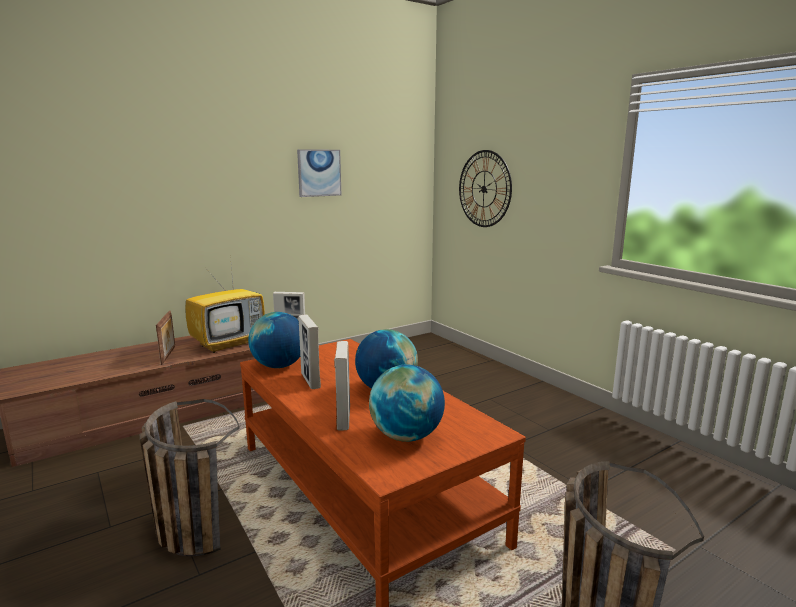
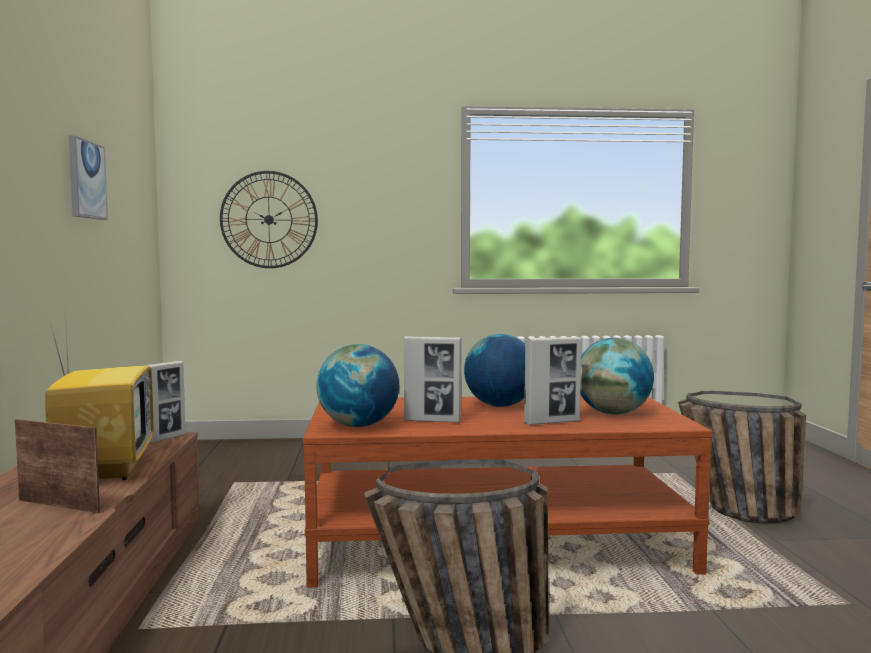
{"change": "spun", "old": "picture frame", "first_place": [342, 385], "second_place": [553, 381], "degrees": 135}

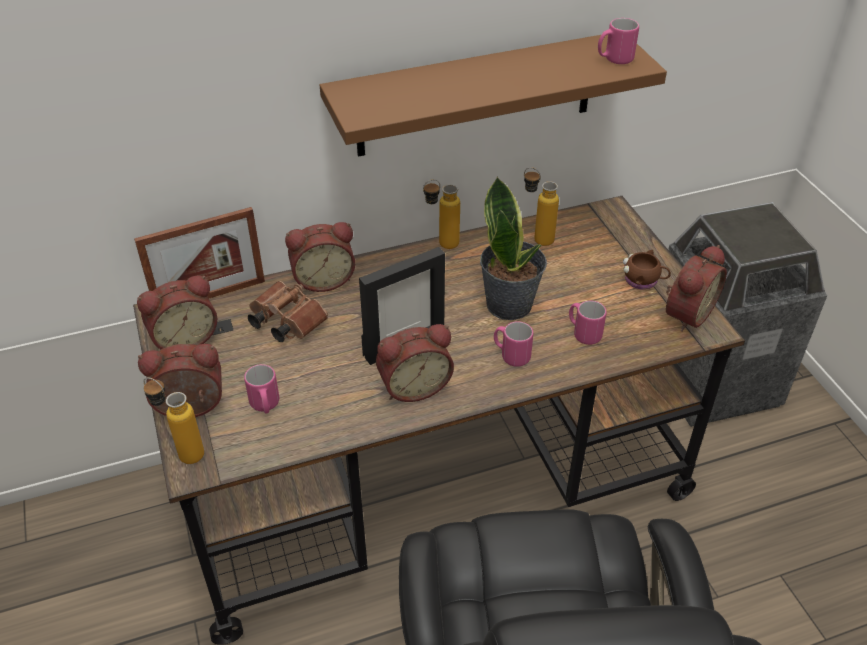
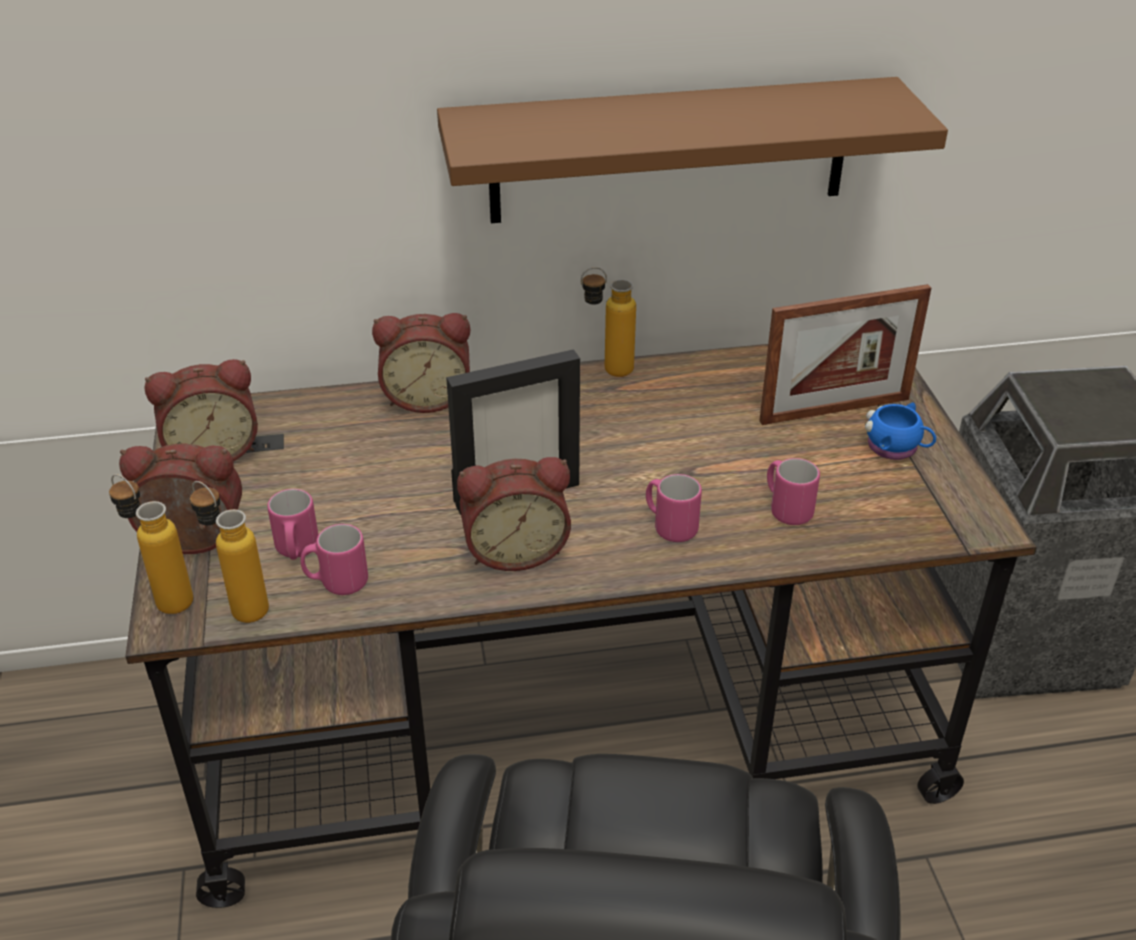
{"change": "missing", "old": "binoculars/brown-coloured", "first_place": [288, 311]}
{"change": "missing", "old": "plant in a pot", "first_place": [513, 248]}
{"change": "missing", "old": "table clock", "first_place": [696, 288]}
{"change": "relocated", "old": "picture frame", "first_place": [199, 252], "second_place": [845, 354]}
{"change": "relocated", "old": "drink bottle", "first_place": [541, 206], "second_place": [229, 552]}
{"change": "relocated", "old": "mug/pink", "first_place": [618, 41], "second_place": [334, 559]}
{"change": "colour", "old": "mug/brown-coloured", "new": "mug/bluish", "first_place": [647, 270], "second_place": [900, 431]}

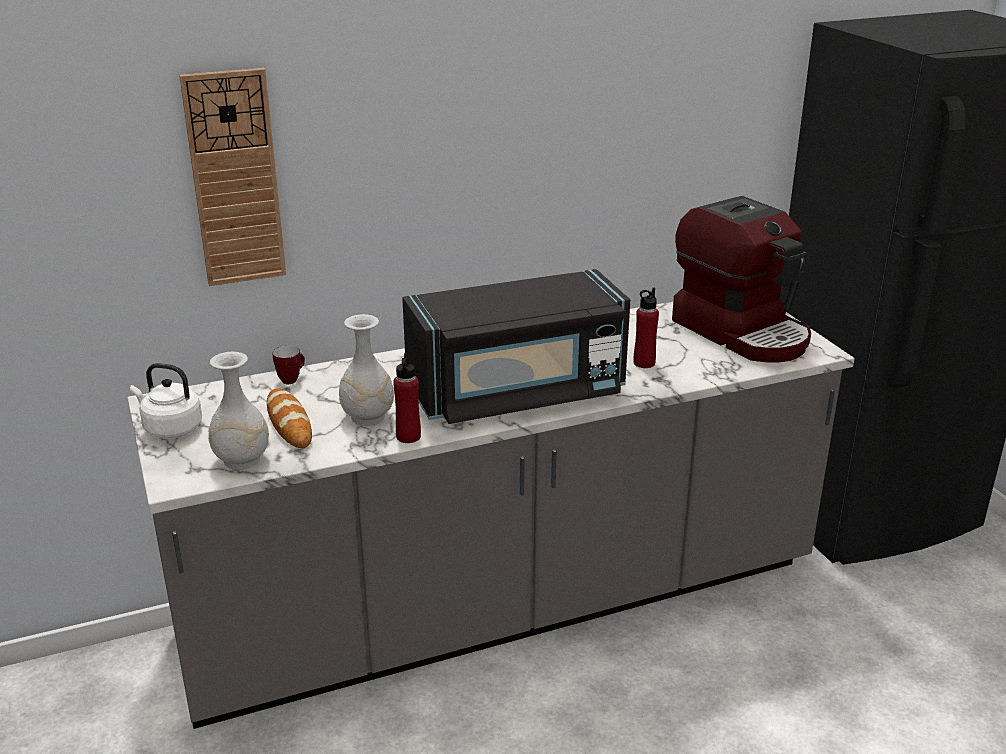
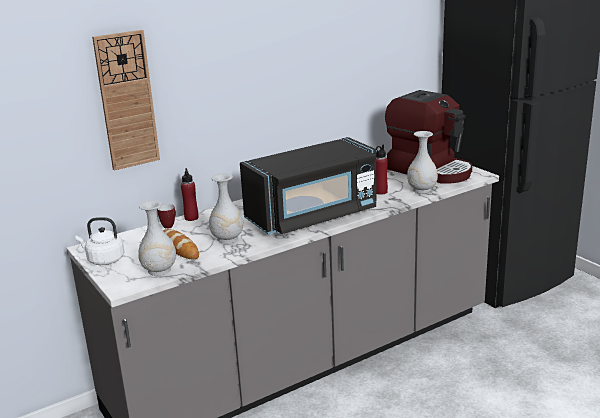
{"change": "appeared", "new": "decorative vase/white-coloured", "second_place": [422, 162]}
{"change": "relocated", "old": "drink bottle/red", "first_place": [407, 398], "second_place": [190, 194]}

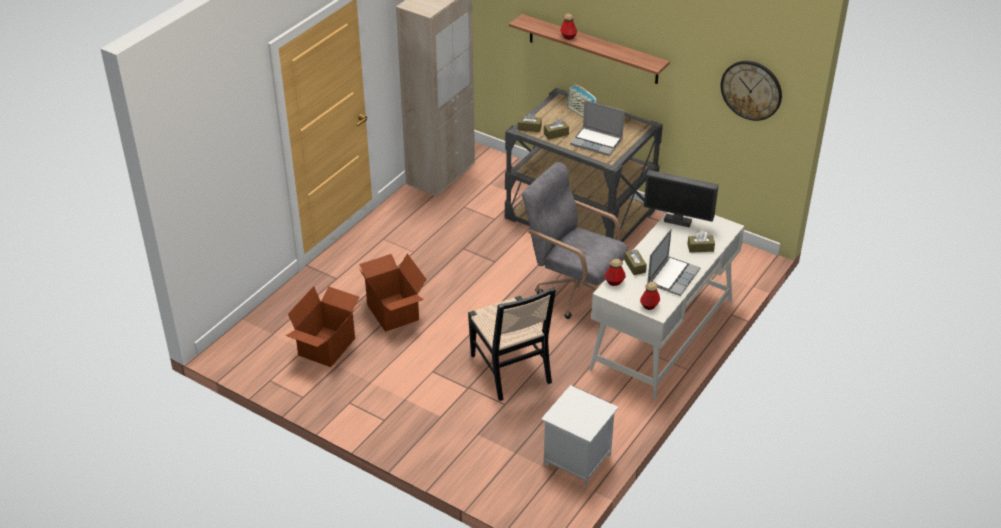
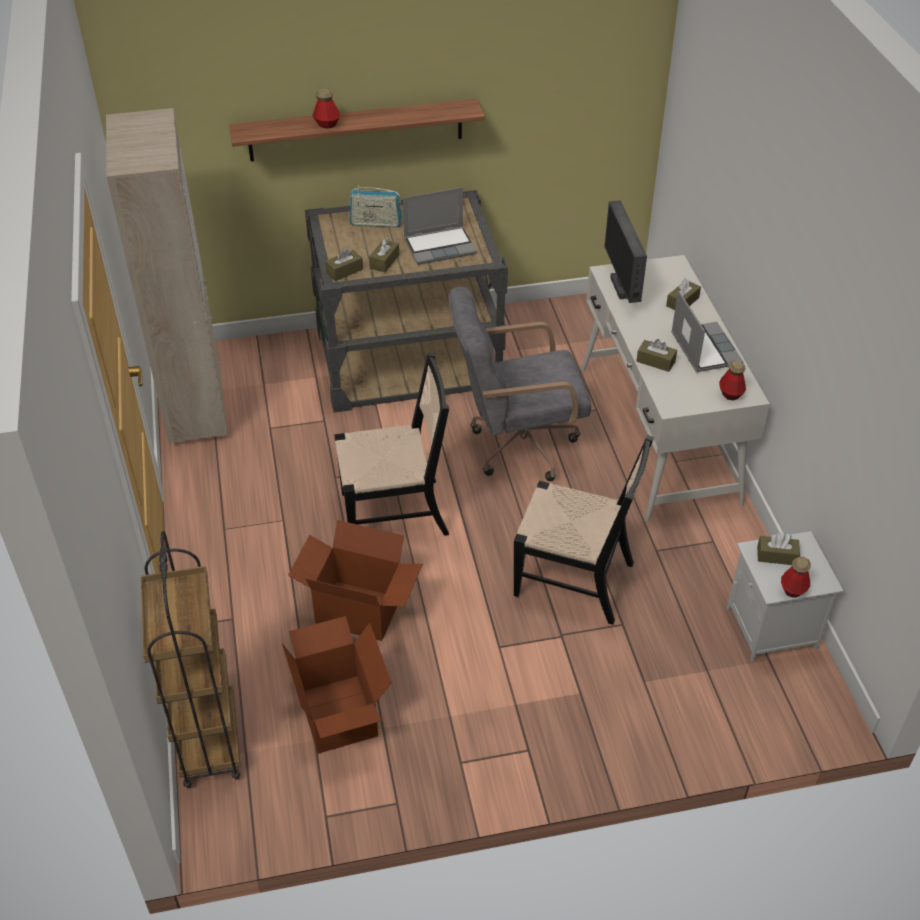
{"change": "missing", "old": "wall clock", "first_place": [751, 91]}
{"change": "appeared", "new": "wheeled cart/brown-coloured", "second_place": [191, 659]}
{"change": "appeared", "new": "plain chair", "second_place": [391, 444]}
{"change": "appeared", "new": "tissue holder/brown-coloured", "second_place": [778, 549]}
{"change": "relocated", "old": "drink bottle", "first_place": [615, 272], "second_place": [796, 577]}
{"change": "spun", "old": "monitor", "first_place": [681, 198], "second_place": [625, 251], "degrees": 105}

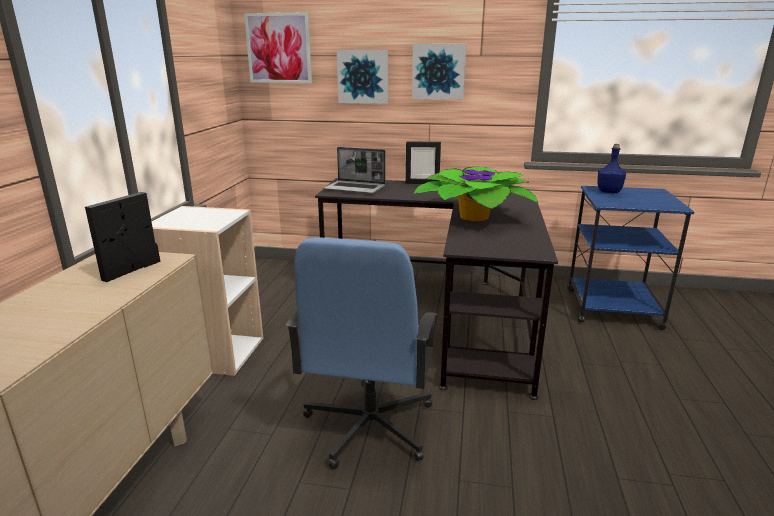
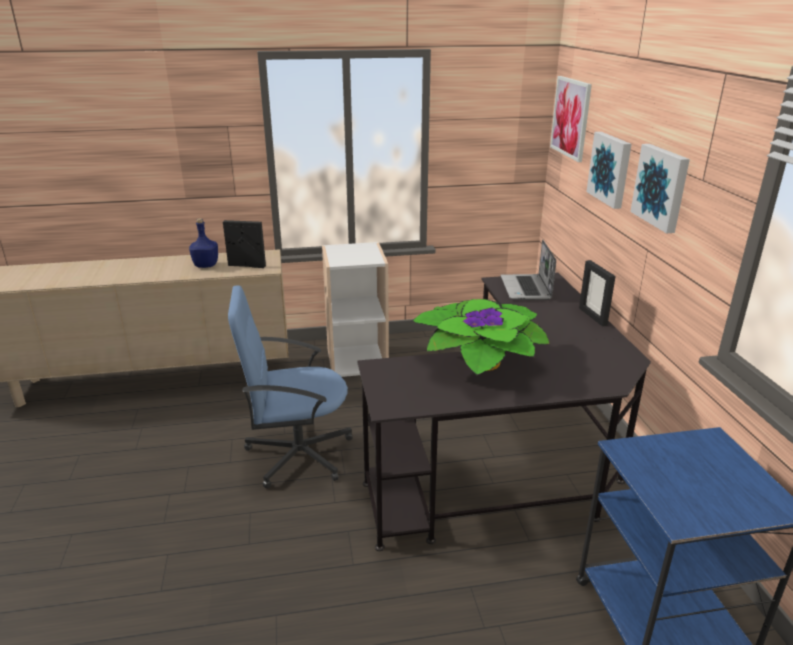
{"change": "relocated", "old": "drink bottle/bluish", "first_place": [612, 168], "second_place": [203, 243]}

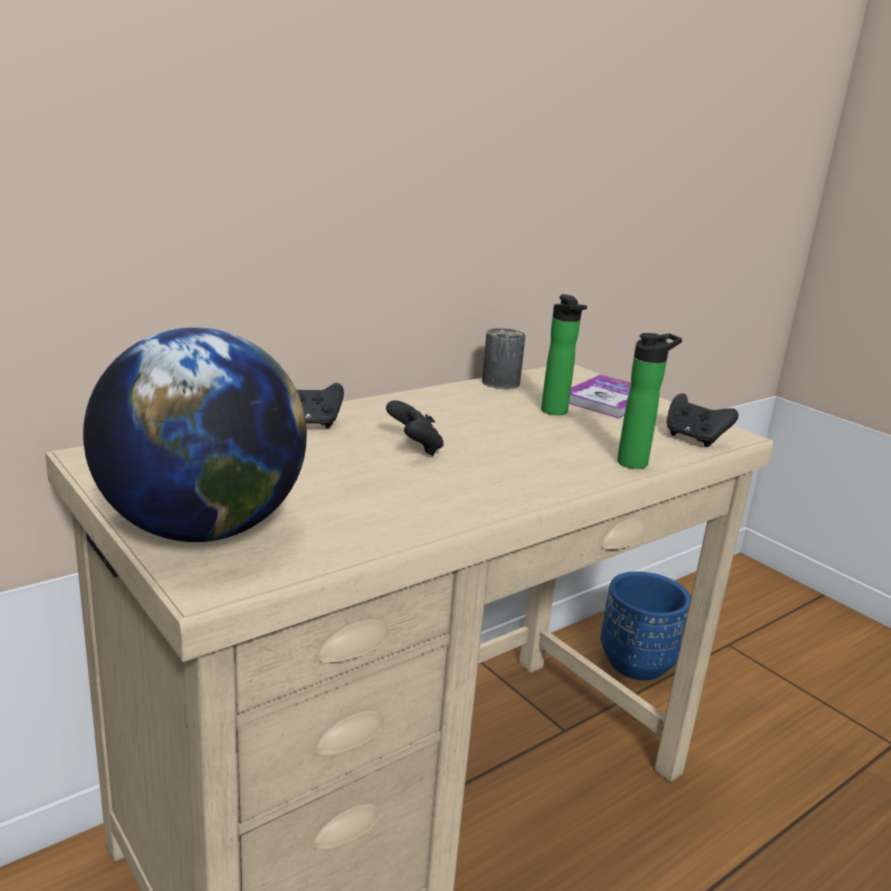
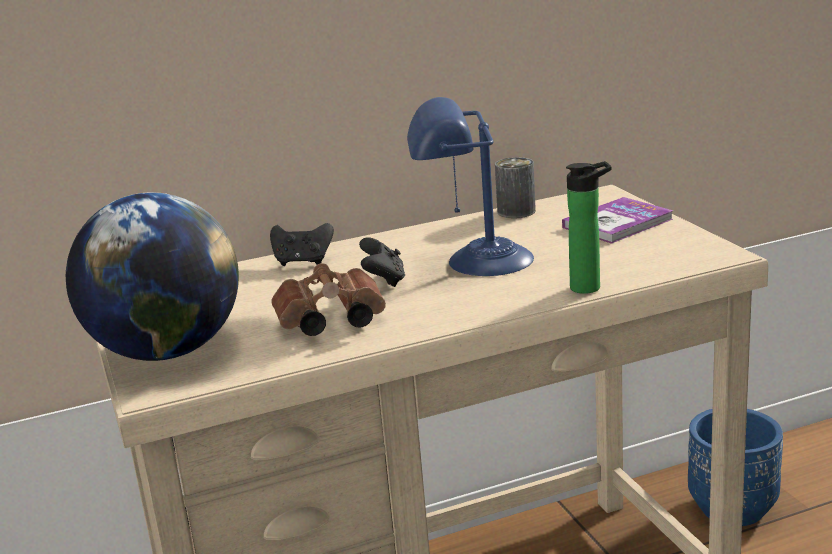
{"change": "missing", "old": "drink bottle", "first_place": [564, 354]}
{"change": "missing", "old": "joypad/black", "first_place": [702, 420]}
{"change": "appeared", "new": "binoculars/brown-coloured", "second_place": [328, 299]}
{"change": "appeared", "new": "lamp for a table/bluish", "second_place": [470, 186]}

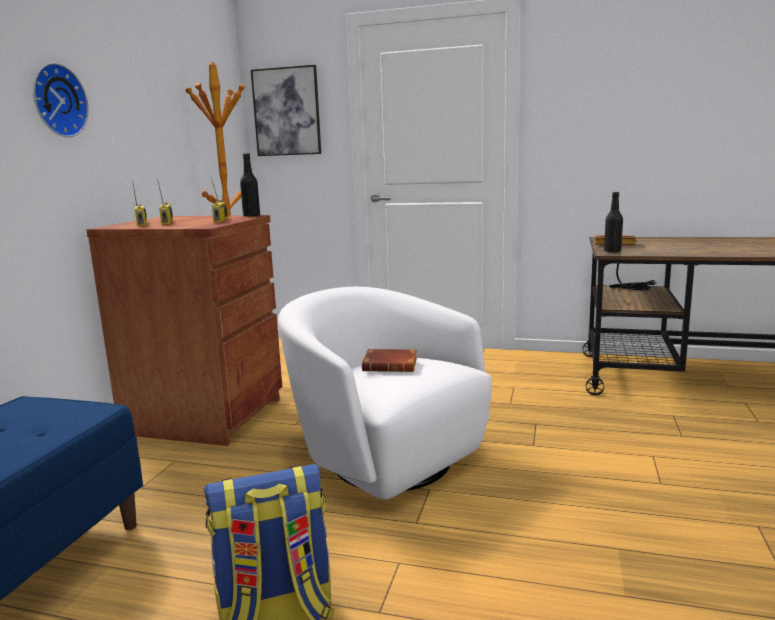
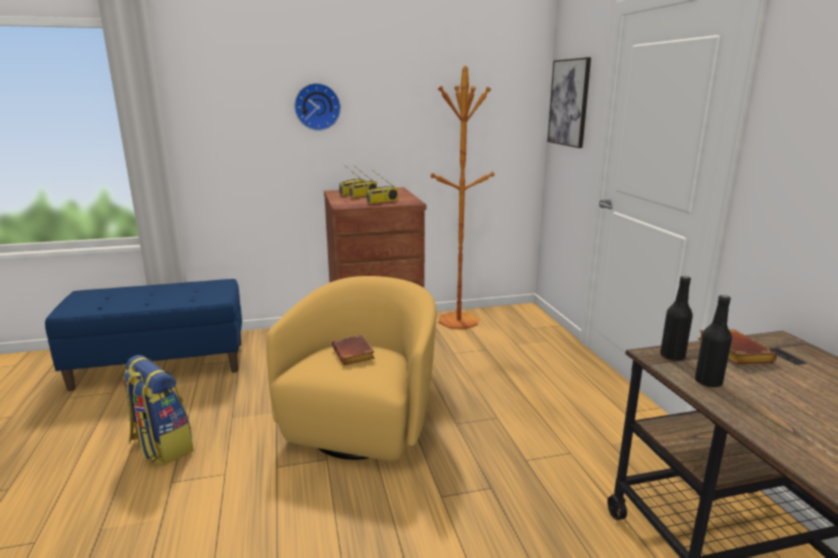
{"change": "relocated", "old": "drink bottle/black", "first_place": [250, 185], "second_place": [713, 341]}
{"change": "colour", "old": "armchair/white-coloured", "new": "armchair/yellow", "first_place": [385, 393], "second_place": [351, 368]}

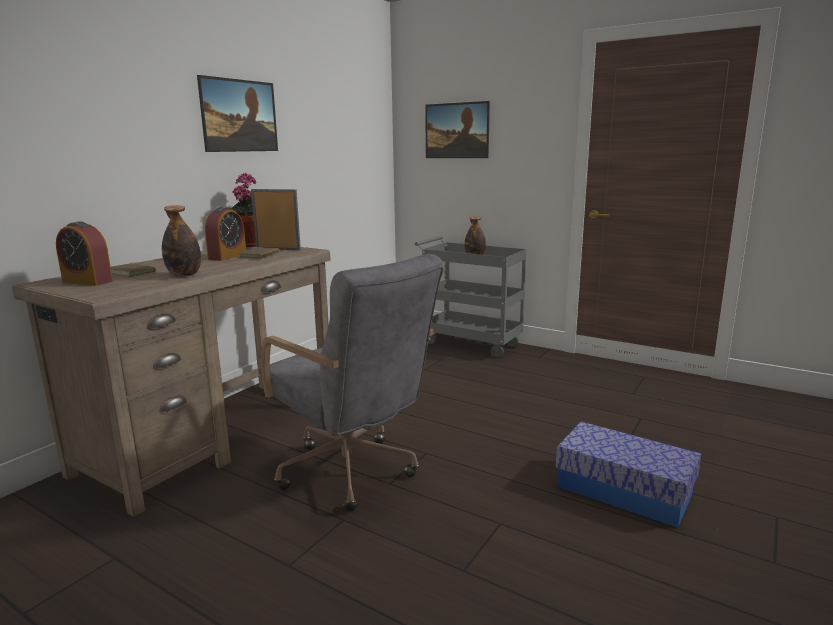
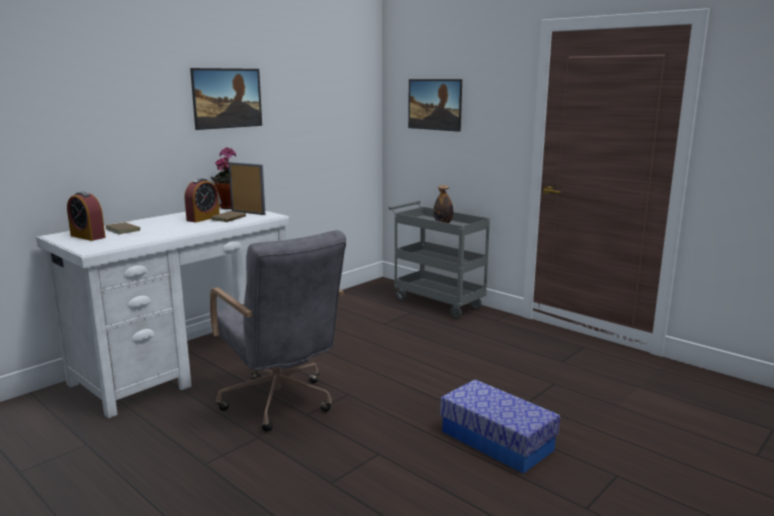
{"change": "missing", "old": "drink bottle", "first_place": [181, 241]}
{"change": "colour", "old": "desk/brown-coloured", "new": "desk/white-coloured", "first_place": [171, 382], "second_place": [163, 312]}

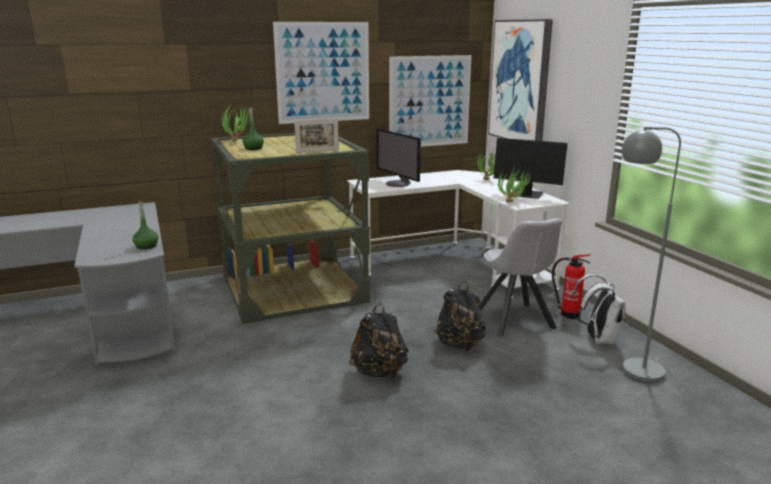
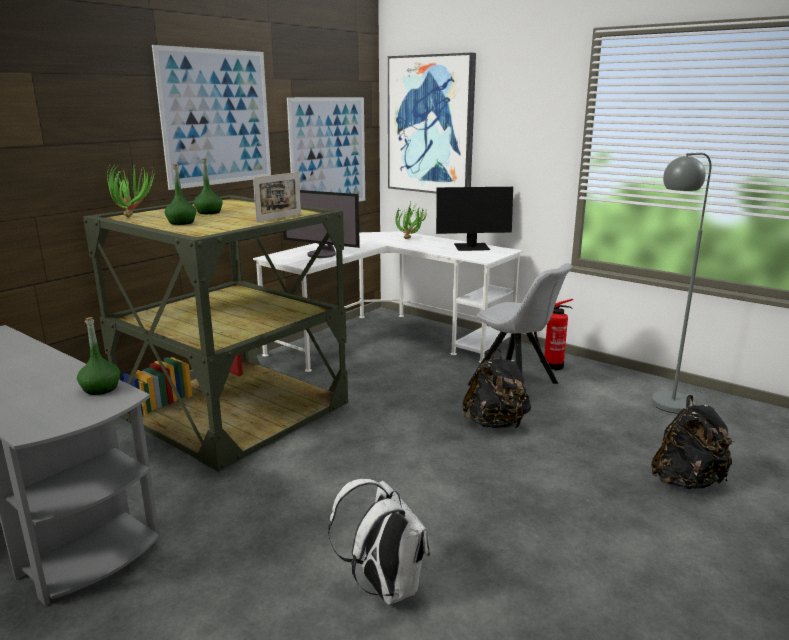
{"change": "missing", "old": "plant in a pot", "first_place": [514, 183]}
{"change": "appeared", "new": "drink bottle/green", "second_place": [208, 186]}
{"change": "relocated", "old": "knapsack/black", "first_place": [379, 341], "second_place": [692, 442]}
{"change": "relocated", "old": "knapsack/white-coloured", "first_place": [598, 309], "second_place": [379, 542]}

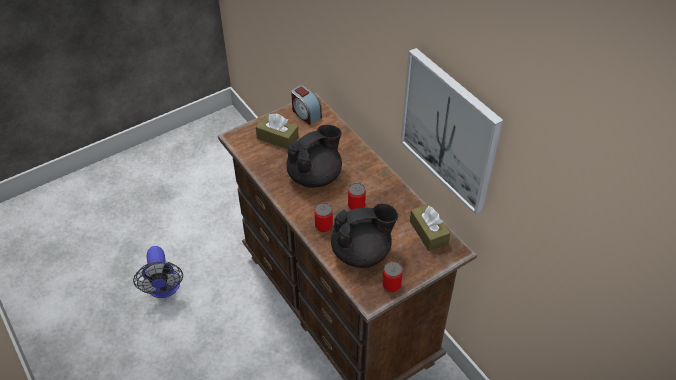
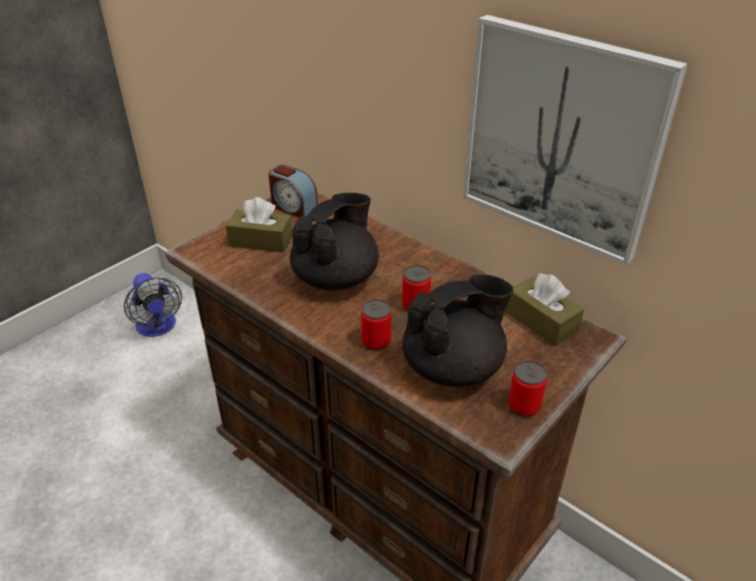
{"change": "relocated", "old": "fan", "first_place": [158, 272], "second_place": [153, 305]}

